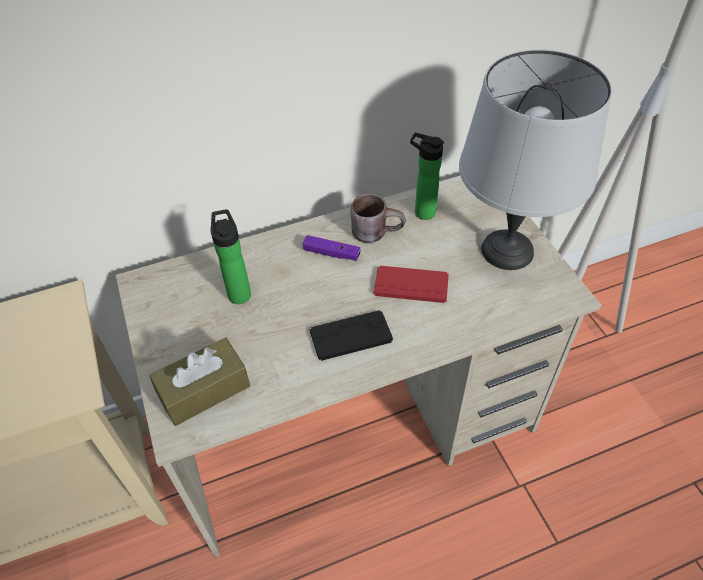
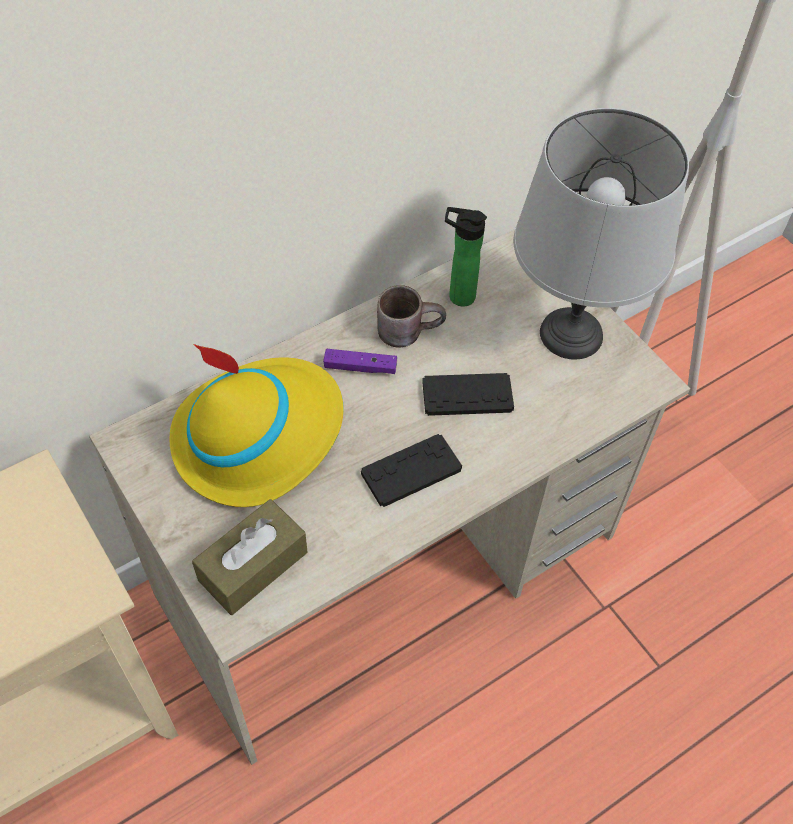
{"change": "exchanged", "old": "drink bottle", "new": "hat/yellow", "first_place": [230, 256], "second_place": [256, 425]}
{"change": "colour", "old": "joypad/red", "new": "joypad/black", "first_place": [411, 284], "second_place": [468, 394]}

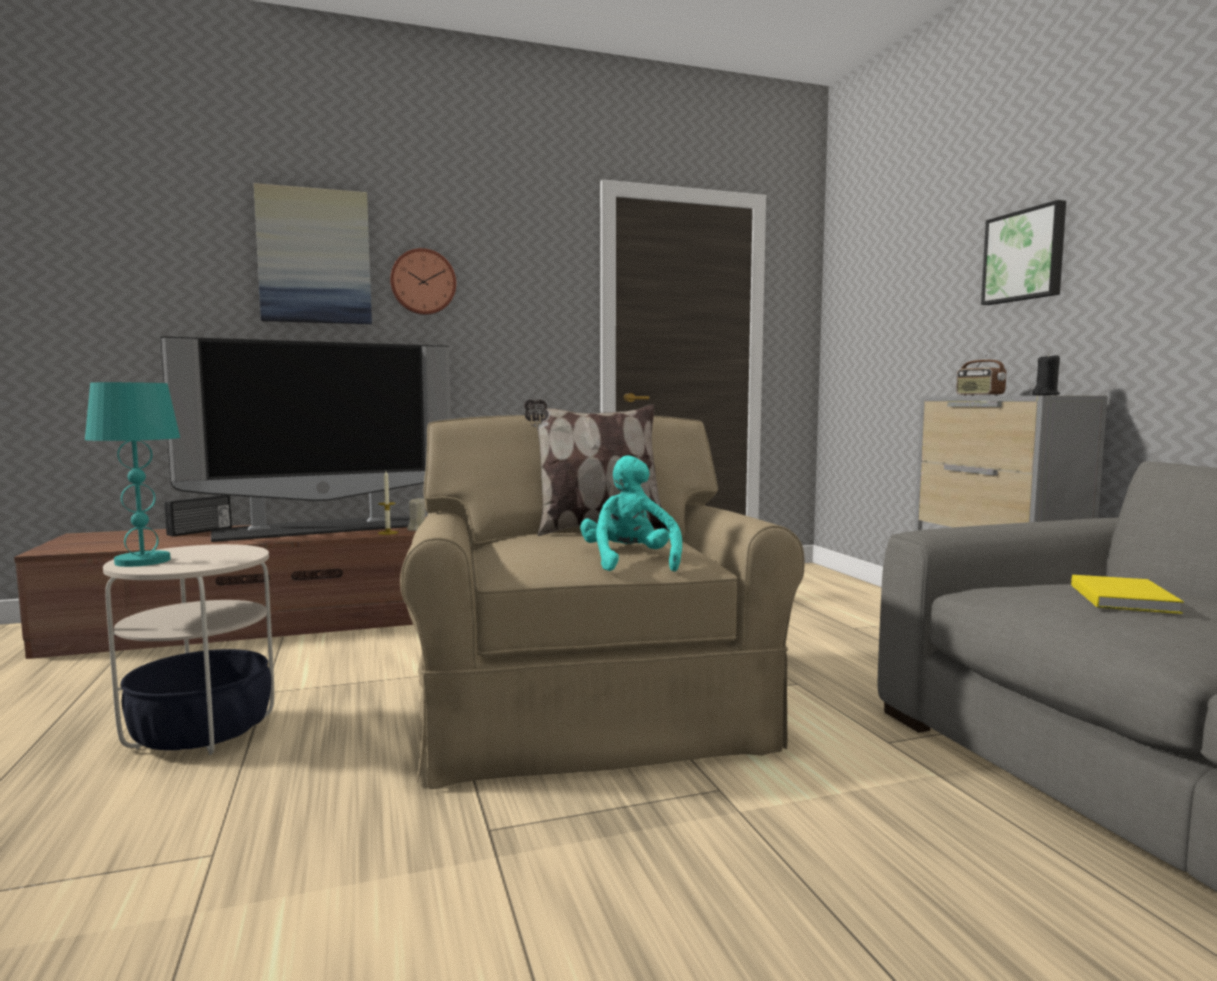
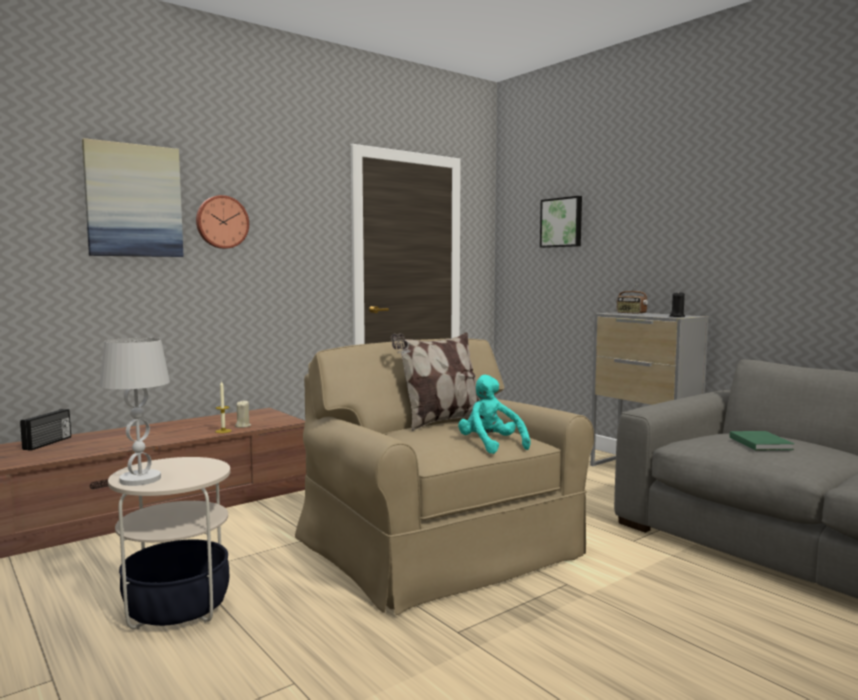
{"change": "missing", "old": "TV set", "first_place": [305, 439]}
{"change": "relocated", "old": "wall picture", "first_place": [1023, 252], "second_place": [561, 222]}
{"change": "colour", "old": "lamp for a table/turquoise", "new": "lamp for a table/white-coloured", "first_place": [132, 474], "second_place": [135, 412]}
{"change": "colour", "old": "book/yellow", "new": "book/green", "first_place": [1127, 594], "second_place": [762, 440]}

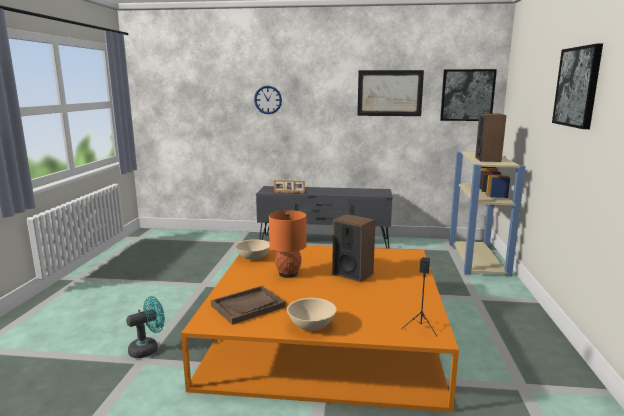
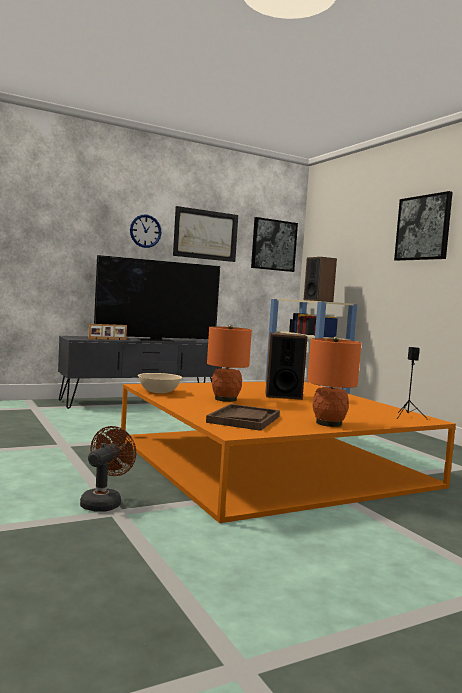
{"change": "appeared", "new": "TV set", "second_place": [157, 298]}
{"change": "relocated", "old": "wall clock", "first_place": [268, 100], "second_place": [145, 231]}
{"change": "exchanged", "old": "bowl/sand-coloured", "new": "lamp for a table/orange", "first_place": [312, 314], "second_place": [334, 381]}
{"change": "colour", "old": "fan/turquoise", "new": "fan/brown-coloured", "first_place": [145, 327], "second_place": [108, 469]}

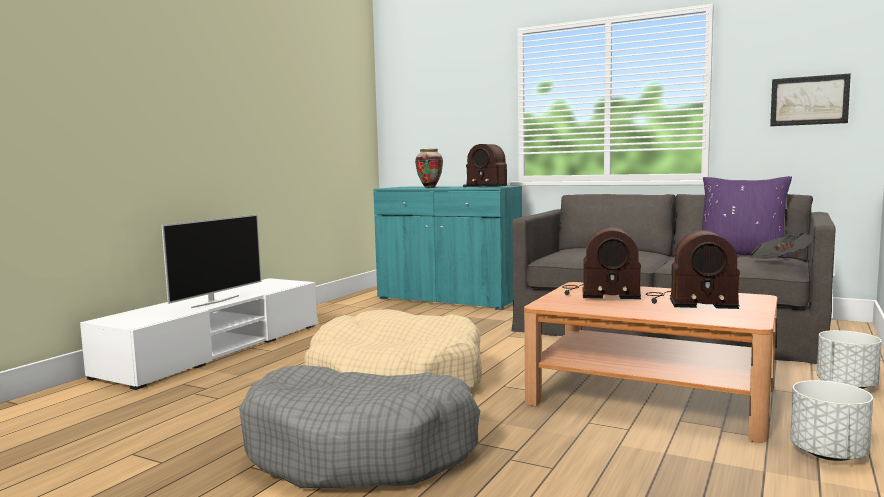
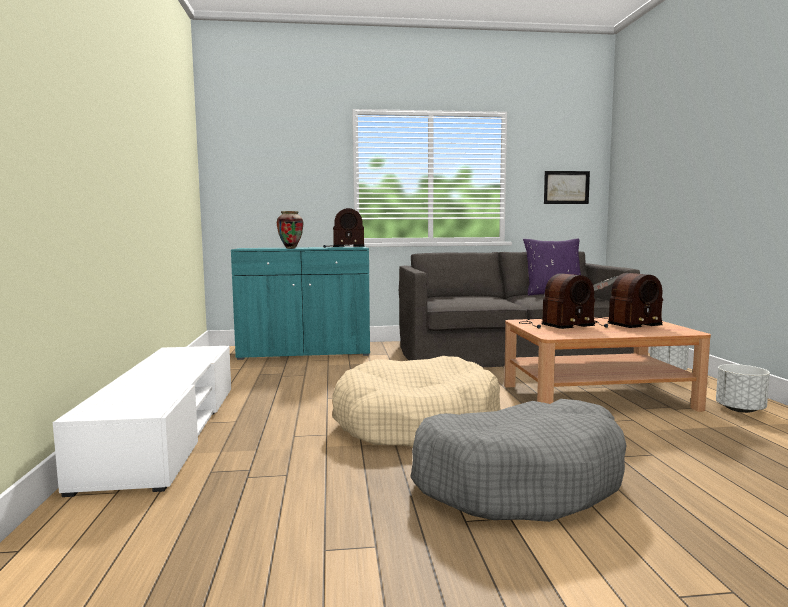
{"change": "missing", "old": "TV set", "first_place": [212, 261]}

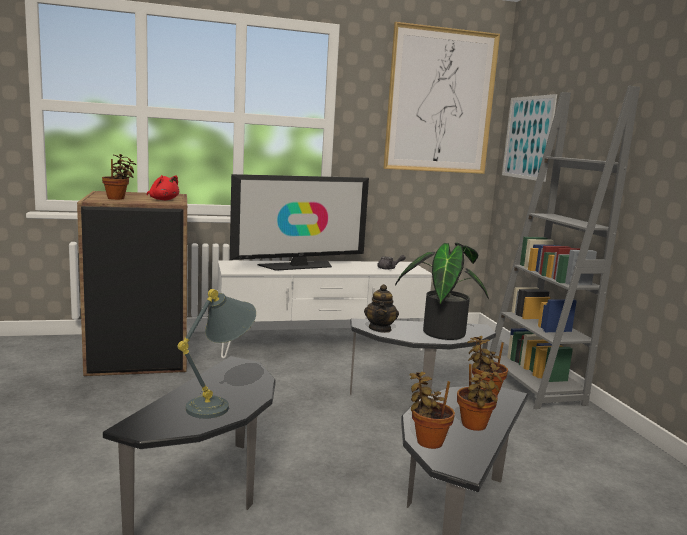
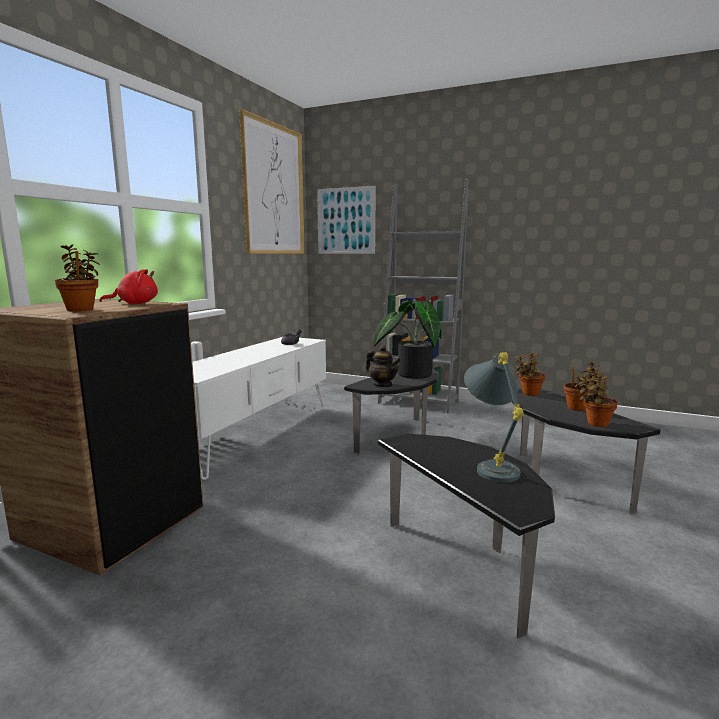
{"change": "missing", "old": "TV set", "first_place": [299, 222]}

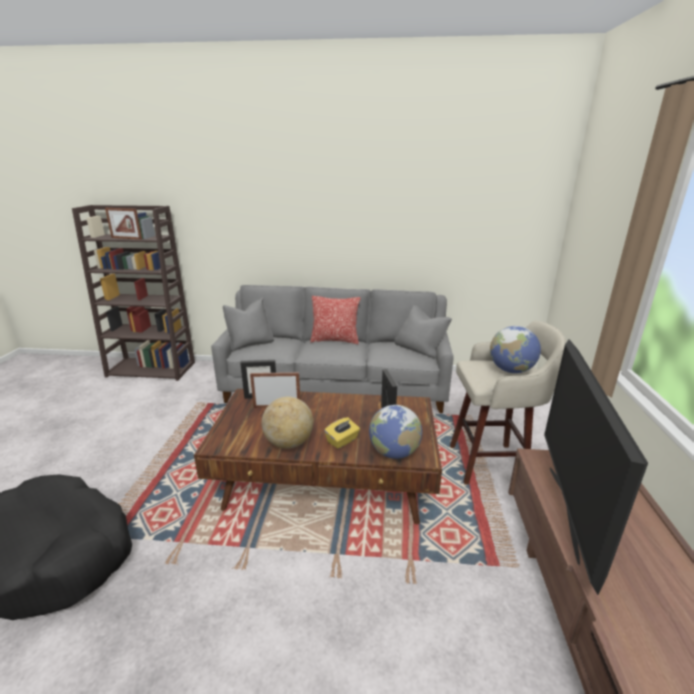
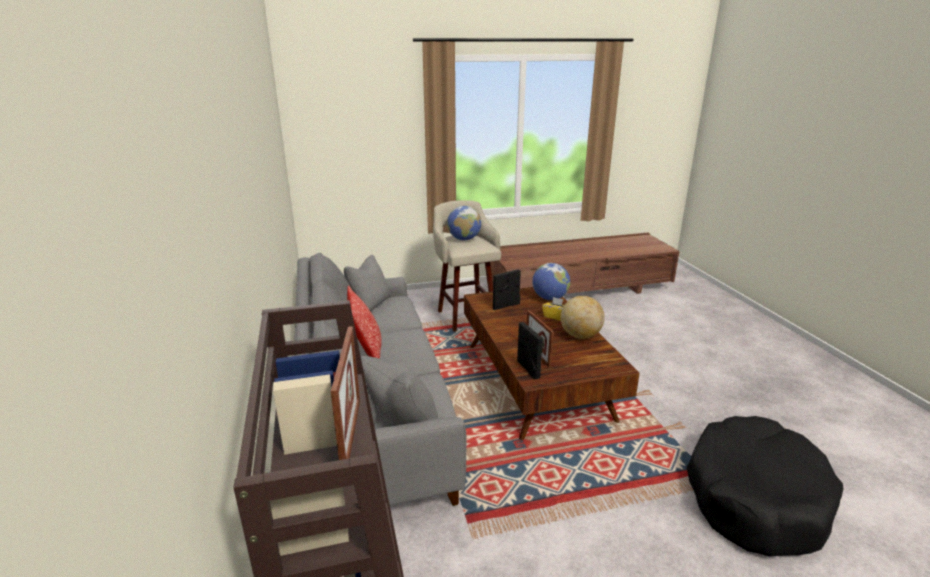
{"change": "missing", "old": "TV set", "first_place": [596, 467]}

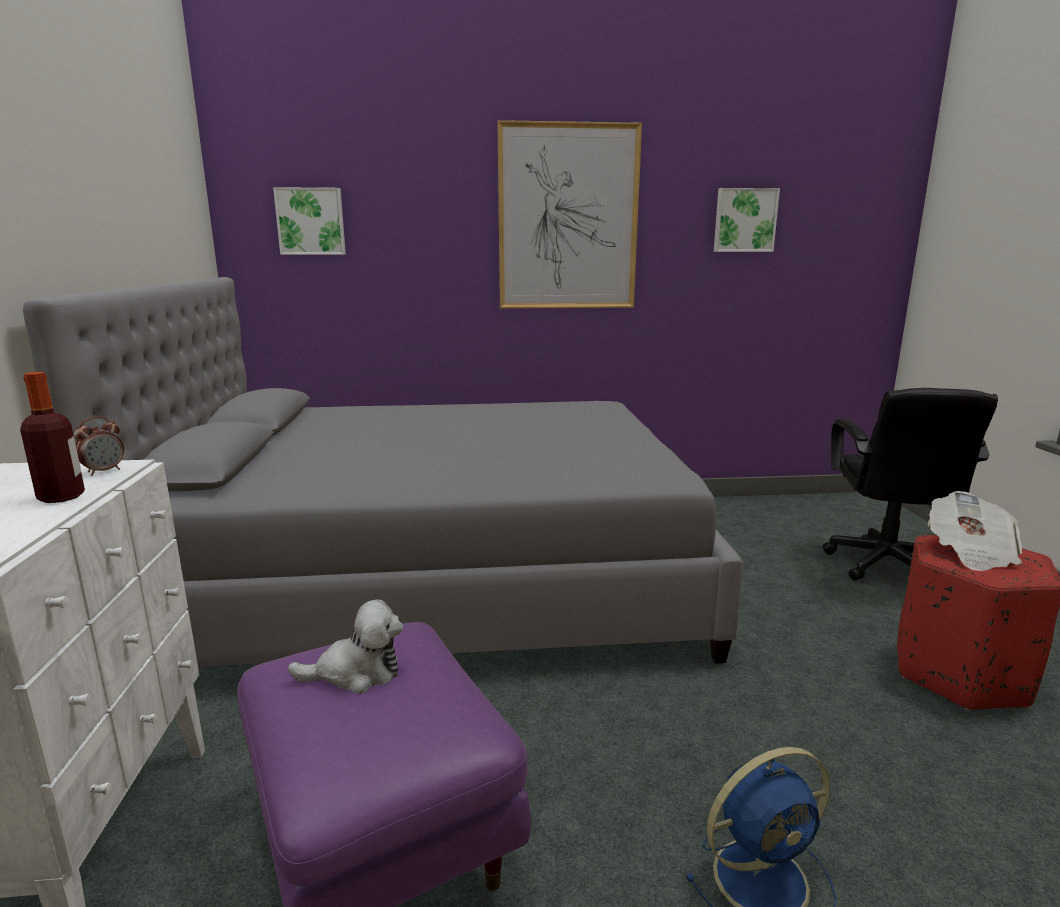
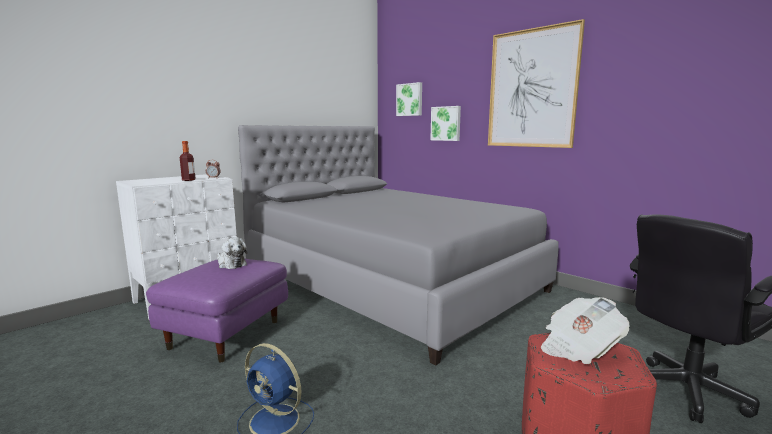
{"change": "relocated", "old": "wall picture", "first_place": [747, 220], "second_place": [445, 123]}

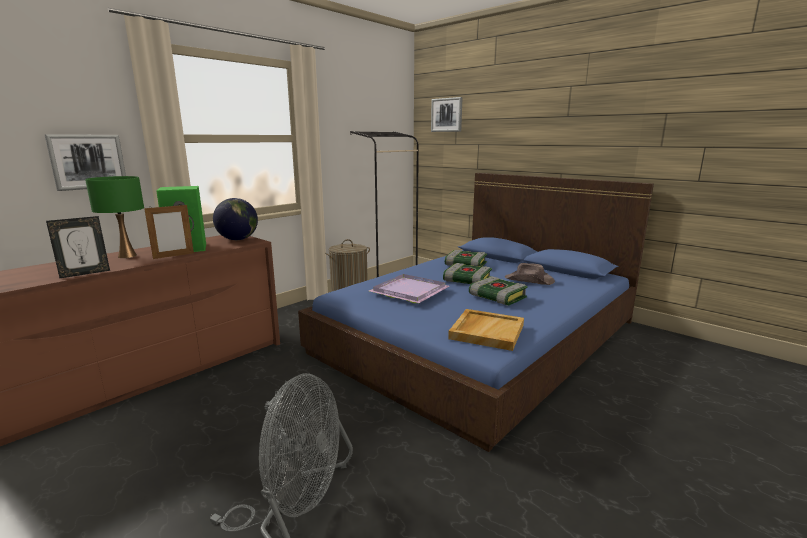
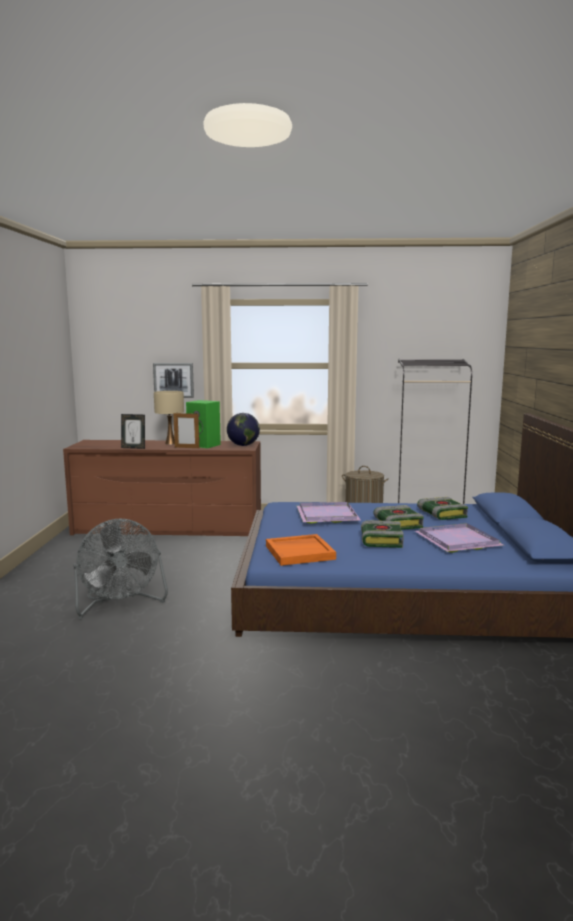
{"change": "missing", "old": "wall picture", "first_place": [447, 114]}
{"change": "exchanged", "old": "hat/brown-coloured", "new": "carrying tray/purple-coloured", "first_place": [530, 274], "second_place": [459, 538]}
{"change": "colour", "old": "lamp for a table/green", "new": "lamp for a table/sand-coloured", "first_place": [114, 217], "second_place": [169, 418]}
{"change": "colour", "old": "carrying tray/sand-coloured", "new": "carrying tray/orange", "first_place": [486, 330], "second_place": [301, 550]}

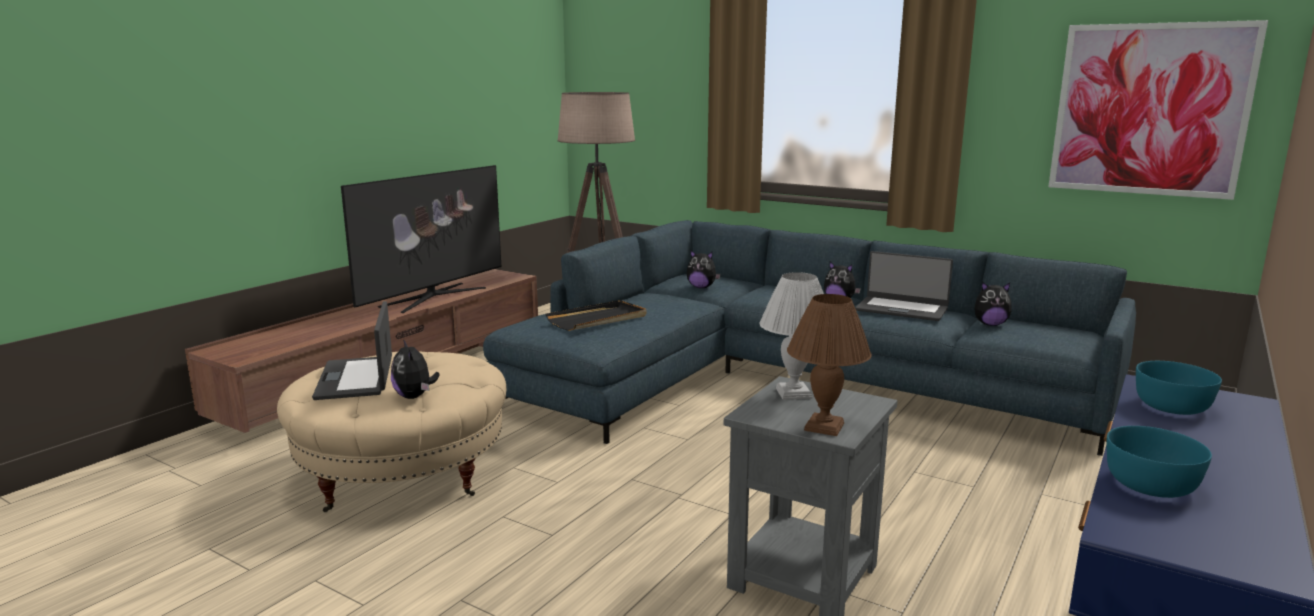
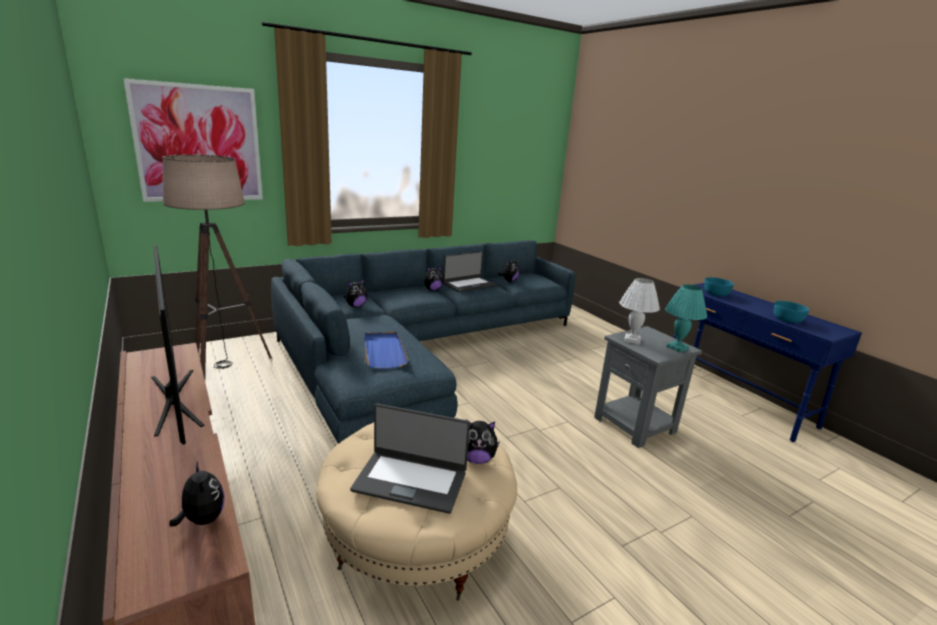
{"change": "appeared", "new": "cuddly toy", "second_place": [197, 494]}
{"change": "relocated", "old": "wall picture", "first_place": [1158, 110], "second_place": [193, 140]}
{"change": "colour", "old": "carrying tray/black", "new": "carrying tray/bluish", "first_place": [596, 315], "second_place": [386, 350]}
{"change": "colour", "old": "lamp for a table/brown-coloured", "new": "lamp for a table/turquoise", "first_place": [829, 365], "second_place": [686, 318]}

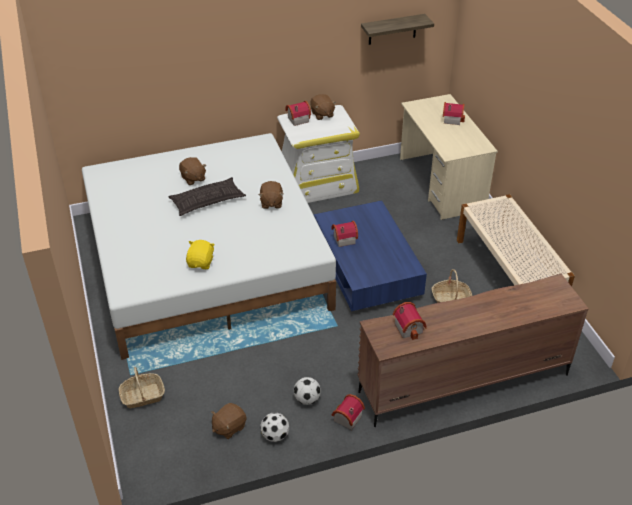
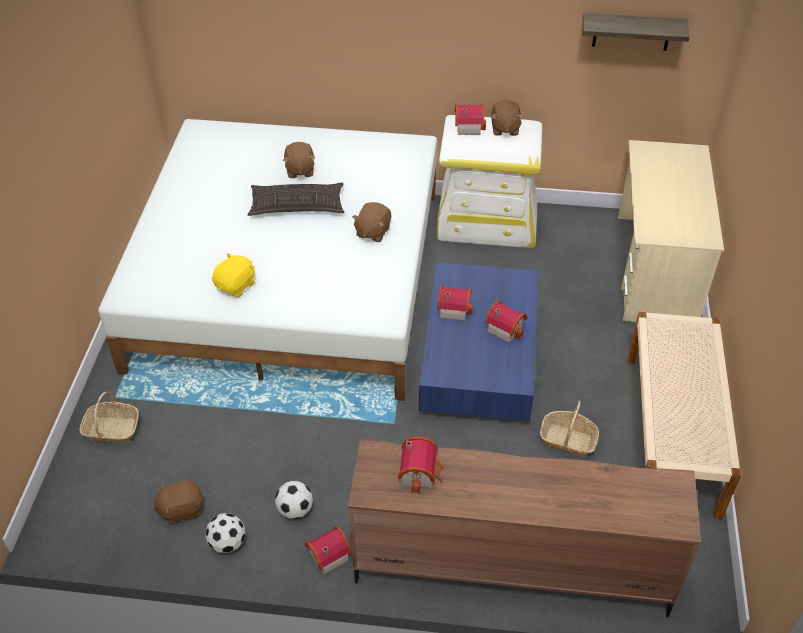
{"change": "relocated", "old": "toy house", "first_place": [454, 113], "second_place": [506, 322]}

